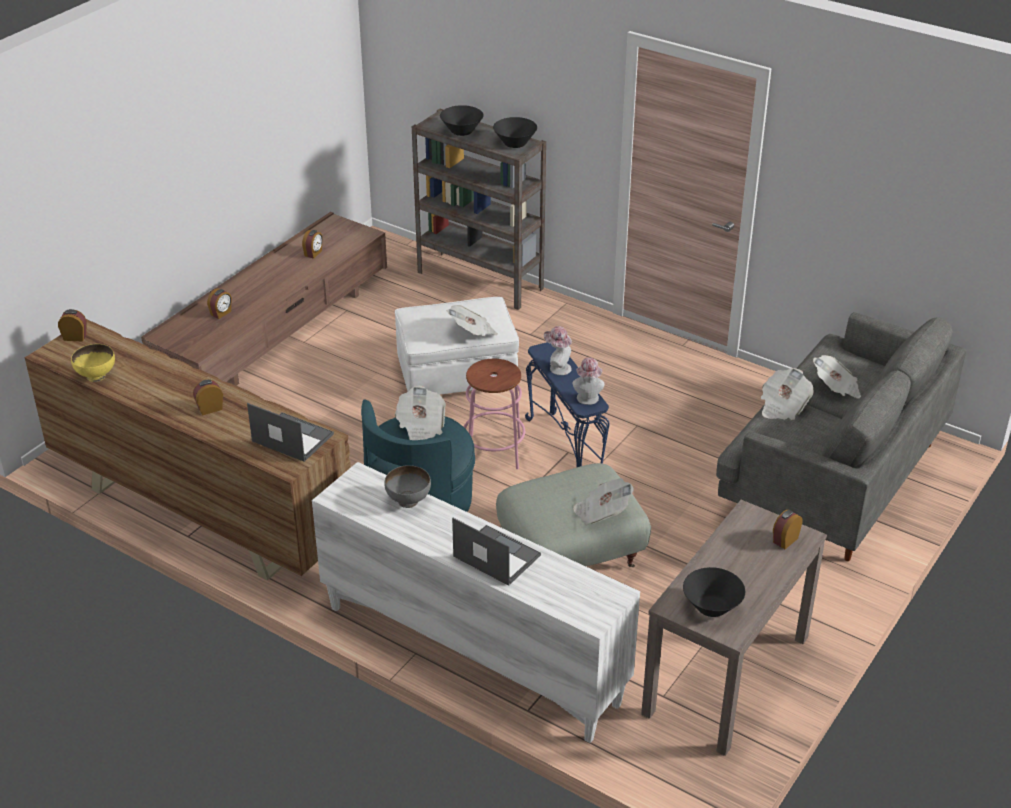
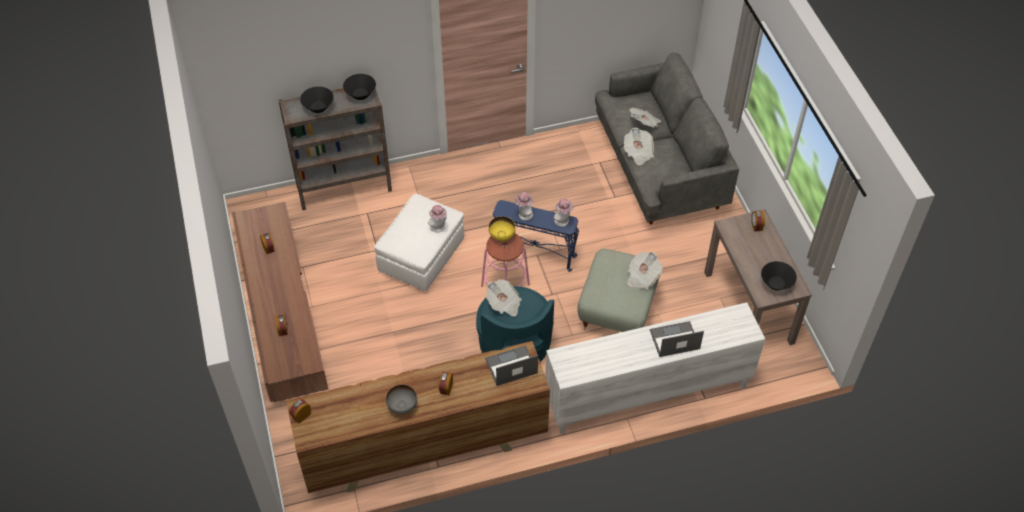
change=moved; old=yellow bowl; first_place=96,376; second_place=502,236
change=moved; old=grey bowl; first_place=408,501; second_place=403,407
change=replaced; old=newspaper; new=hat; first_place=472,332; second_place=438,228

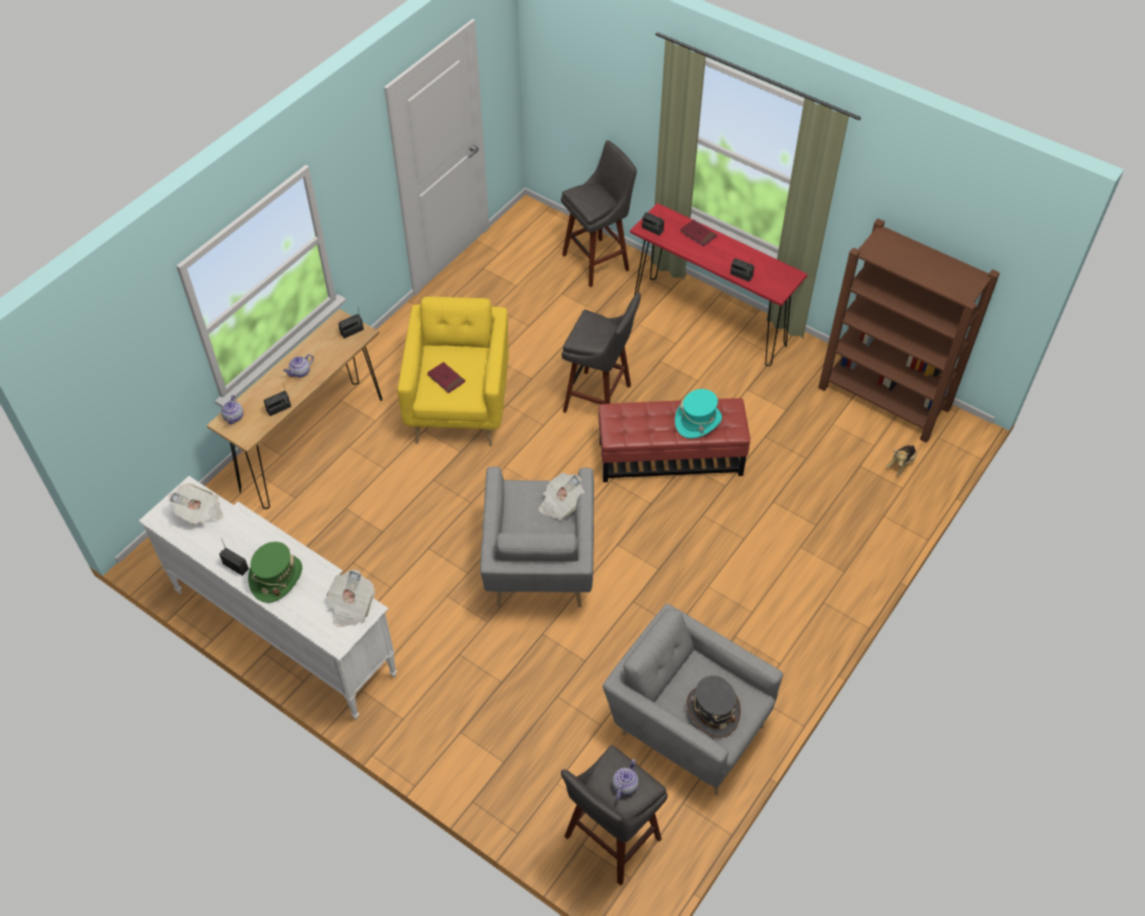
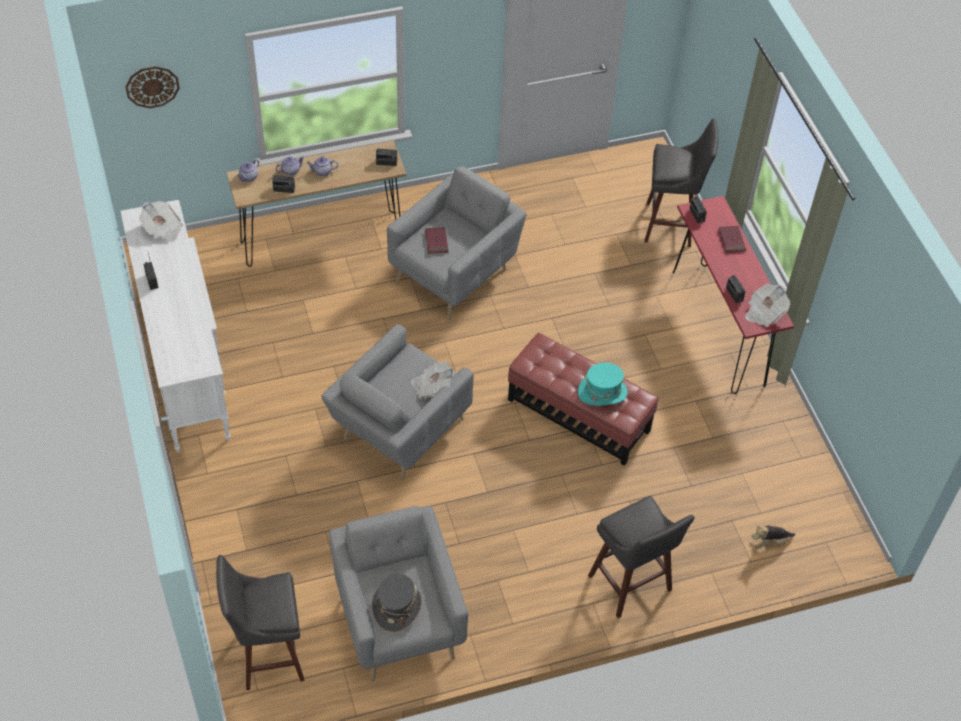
change=removed; old=green hat; first_place=276,578
change=removed; old=brown bookcase; first_place=884,398
change=added; new=wall clock; second_place=152,86
change=moved; old=newspaper; first_place=351,607; second_place=764,312
change=moved; old=grey stool; first_place=600,400; second_place=631,586
change=moved; old=teapot; first_place=624,785; second_place=291,170
change=recoloured; old=yellow armchair; new=grey armchair; first_place=460,403; second_place=455,273

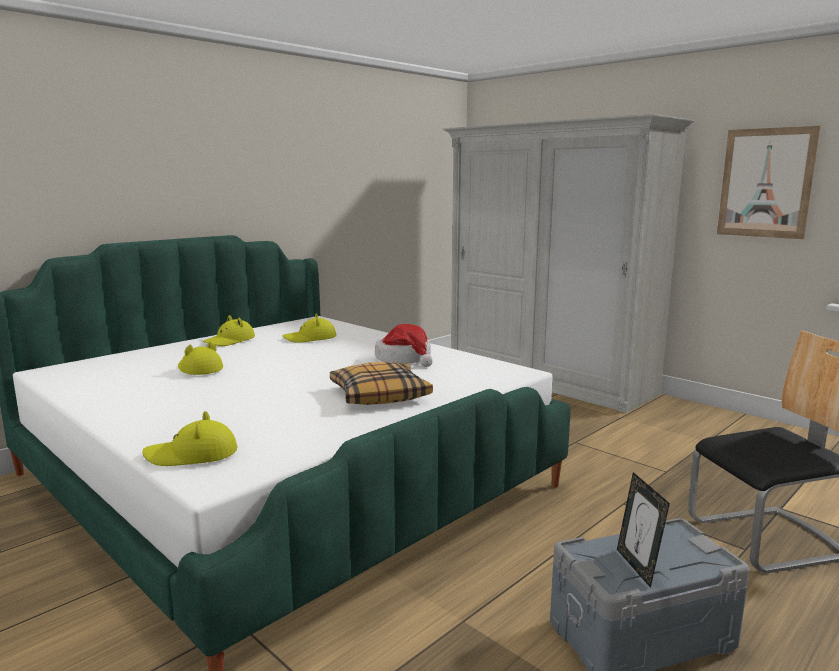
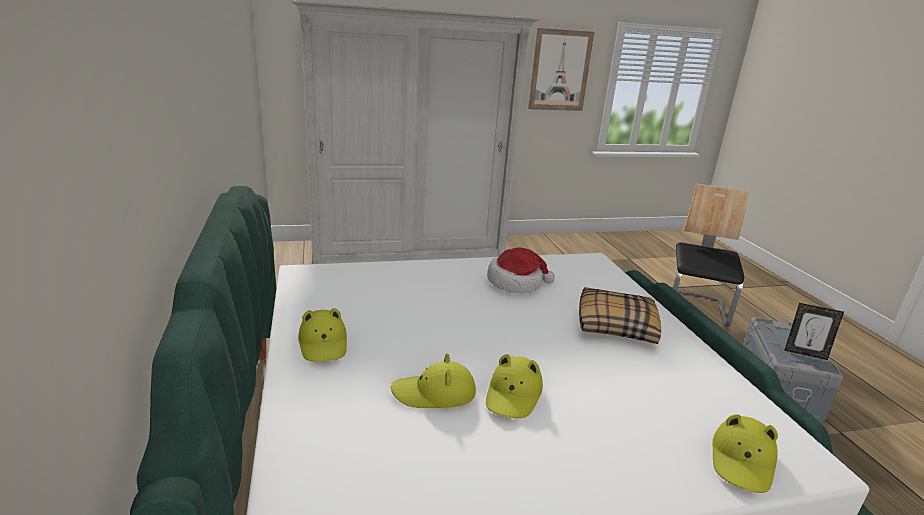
change=moved; old=yellow hat; first_place=310,338; second_place=513,394

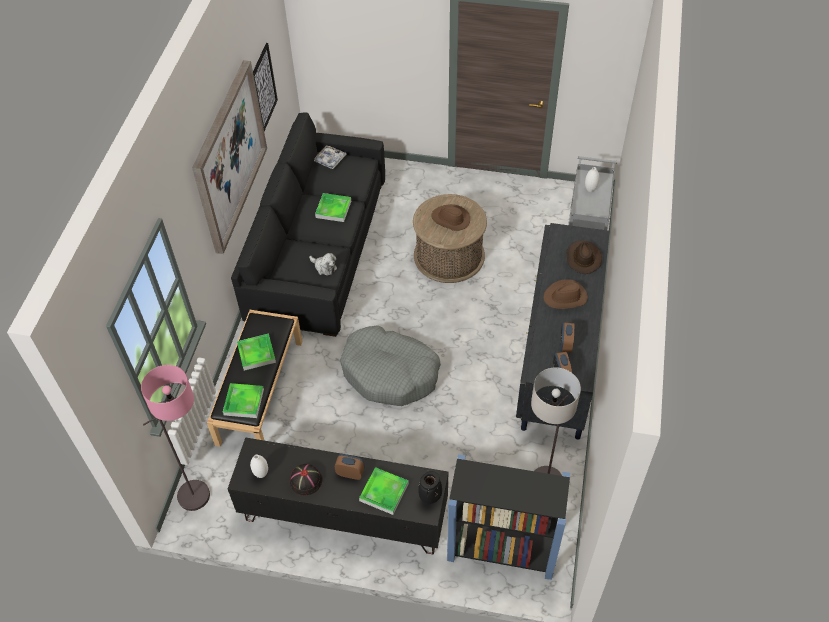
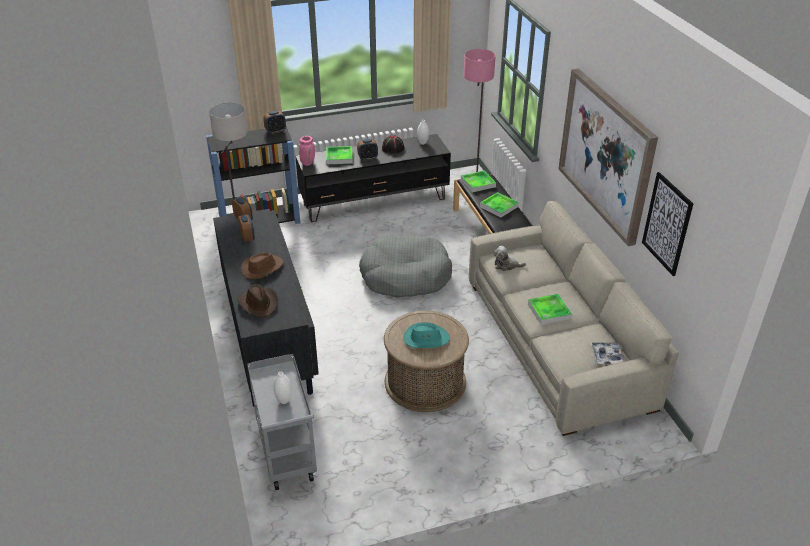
change=added; new=alarm clock; second_place=275,131
change=recoloured; old=black sofa; new=beige sofa; first_place=318,247; second_place=556,342
change=recoloured; old=black vase; new=pink vase; first_place=430,498; second_place=307,163
change=recoloured; old=brown hat; new=turquoise hat; first_place=450,219; second_place=425,339

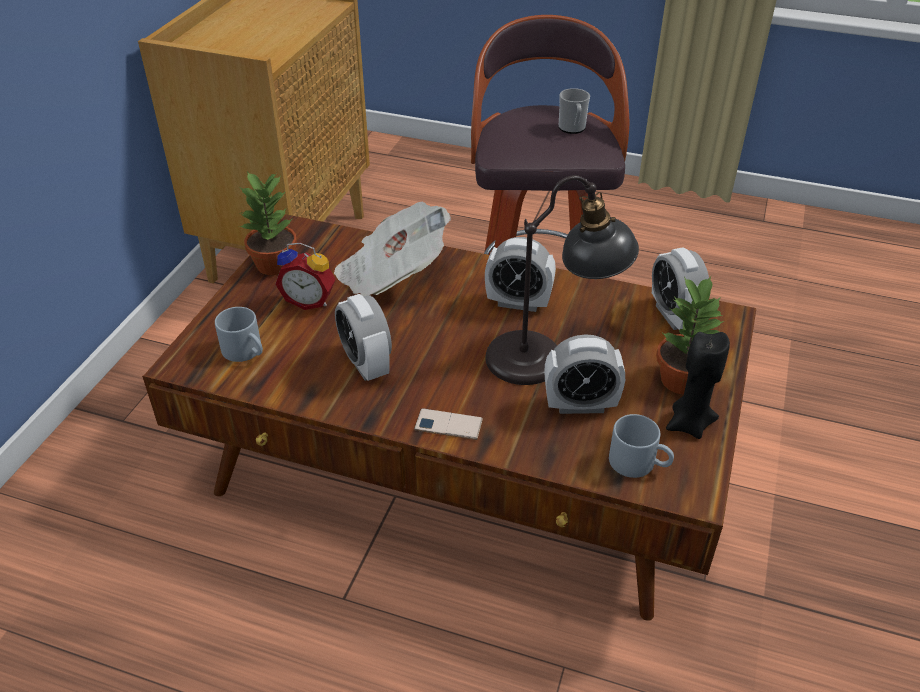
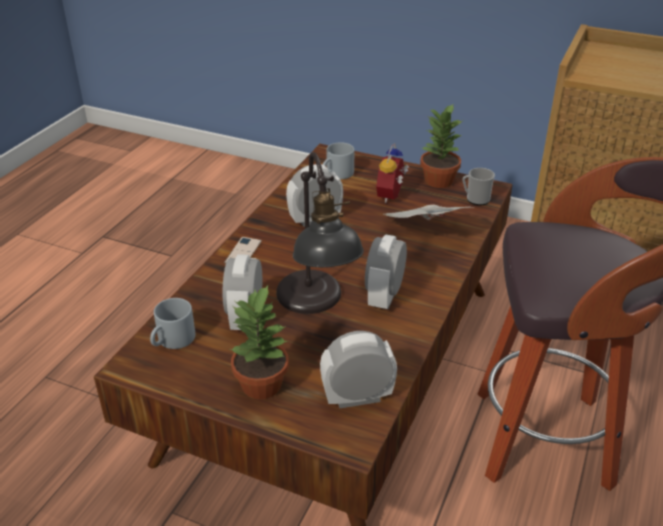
change=removed; old=black candle; first_place=689,424
change=moved; old=mug; first_place=572,129; second_place=475,199

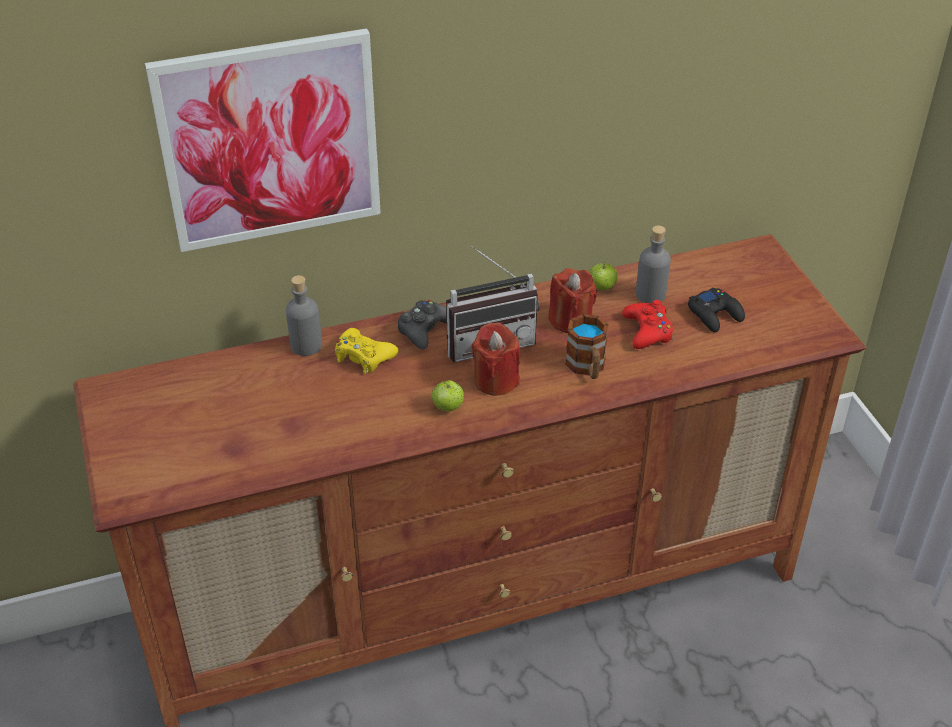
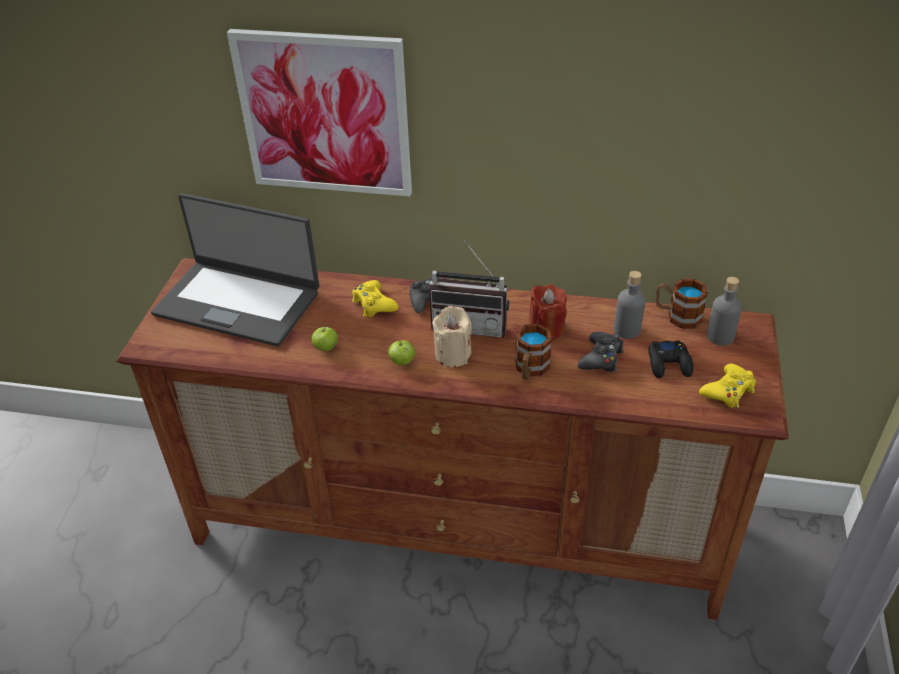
change=added; new=laptop; second_place=238,302
change=added; new=mug; second_place=677,316
change=added; new=yellow game controller; second_place=728,391
change=moved; old=grey bottle; first_place=306,345; second_place=720,336
change=moved; old=apple; first_place=602,287; second_place=326,348
change=recoloured; old=red candle; new=beige candle; first_place=496,380; second_place=453,354
change=recoloured; old=red game controller; new=black game controller; first_place=647,331; second_place=601,358

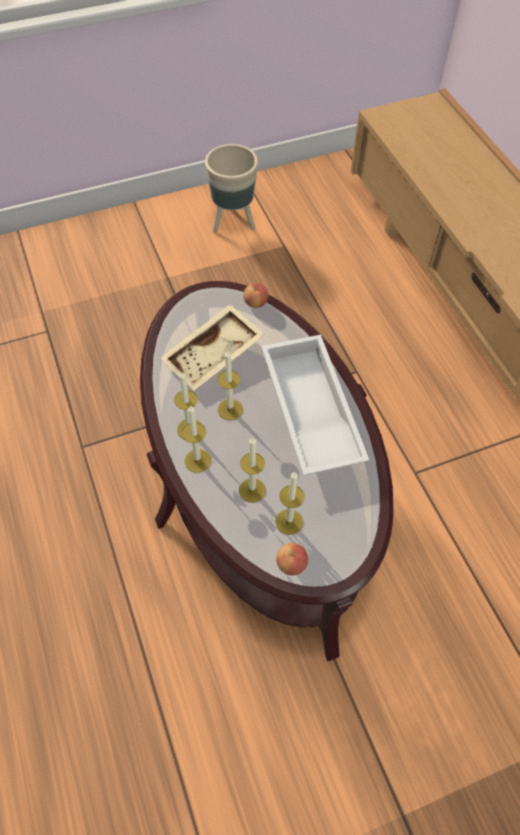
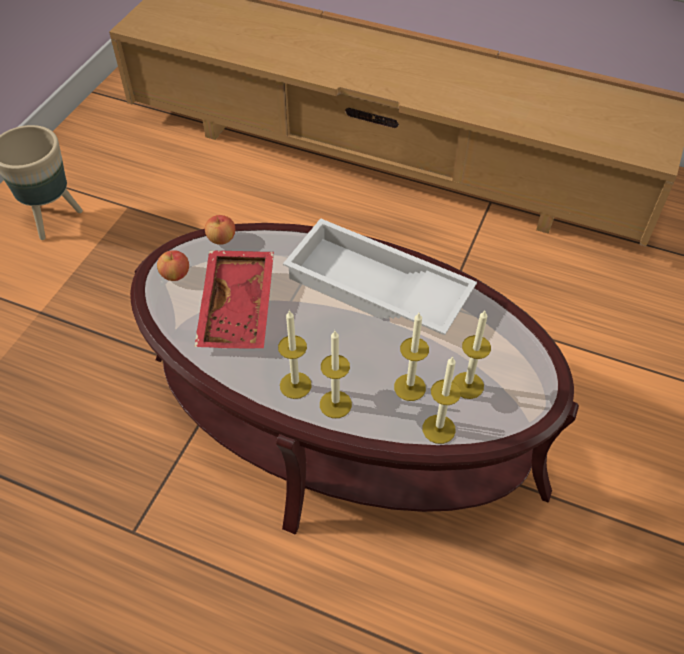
change=moved; old=candle; first_place=230,409; second_place=438,429
change=moved; old=apple; first_place=291,564; second_place=175,275
change=recoloured; old=beige tray; new=red tray; first_place=214,356; second_place=239,309

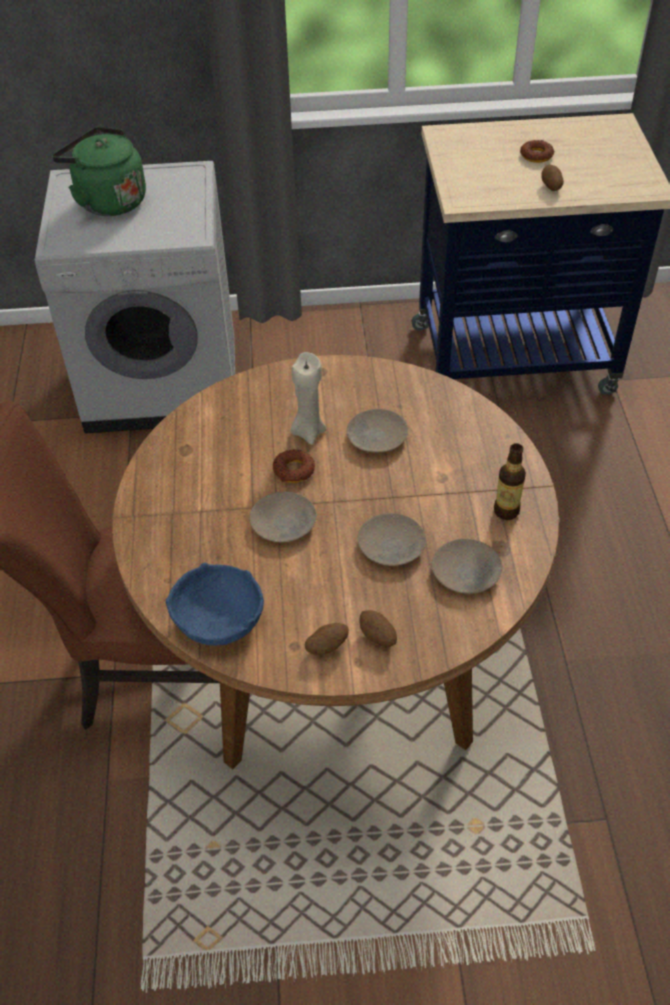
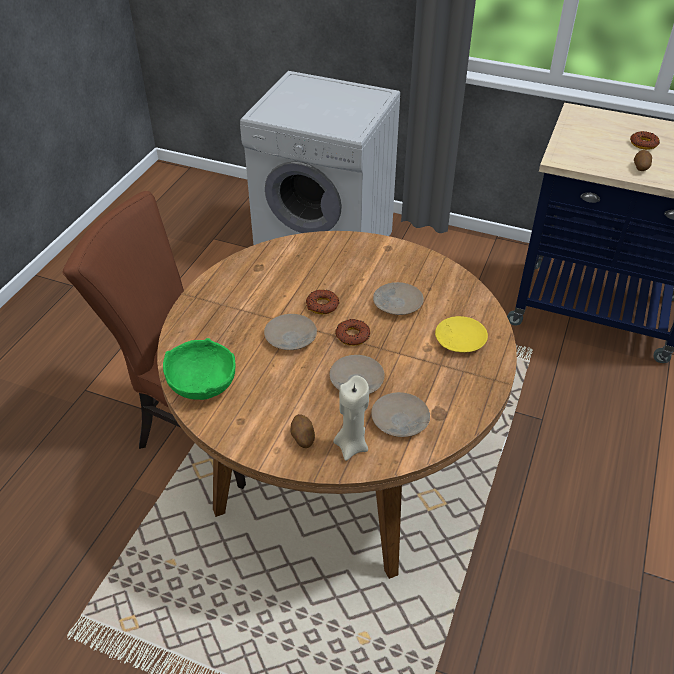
change=removed; old=green kettle; first_place=108,201
change=removed; old=potato; first_place=327,646
change=removed; old=bottle; first_place=506,511
change=added; new=donut; second_place=352,336
change=added; new=yellow plate; second_place=459,340
change=moved; old=beige candle; first_place=308,431; second_place=351,446
change=recoloured; old=blue bowl; new=green bowl; first_place=219,621; second_place=202,384

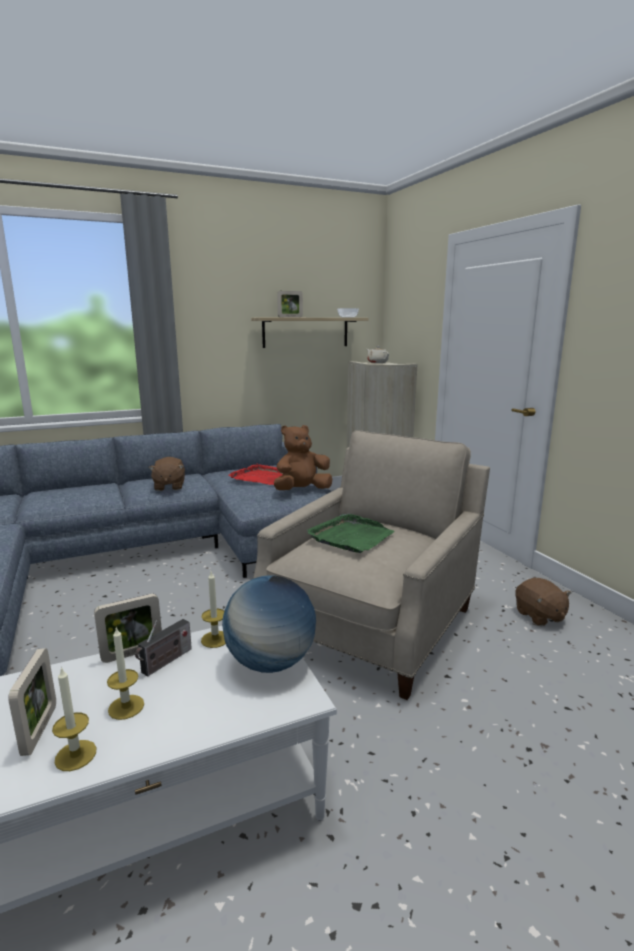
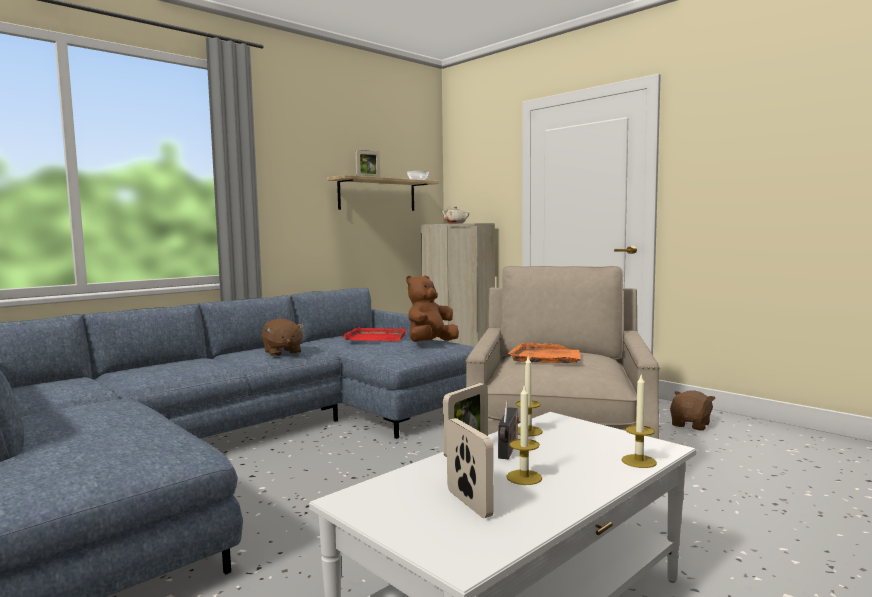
change=removed; old=globe; first_place=270,662
change=moved; old=candle; first_place=75,755; second_place=639,461
change=recoloured; old=green tray; new=orange tray; first_place=351,537; second_place=546,357
change=turned; old=brown plush toy; first_place=539,616; second_place=691,425; degrees=-105

